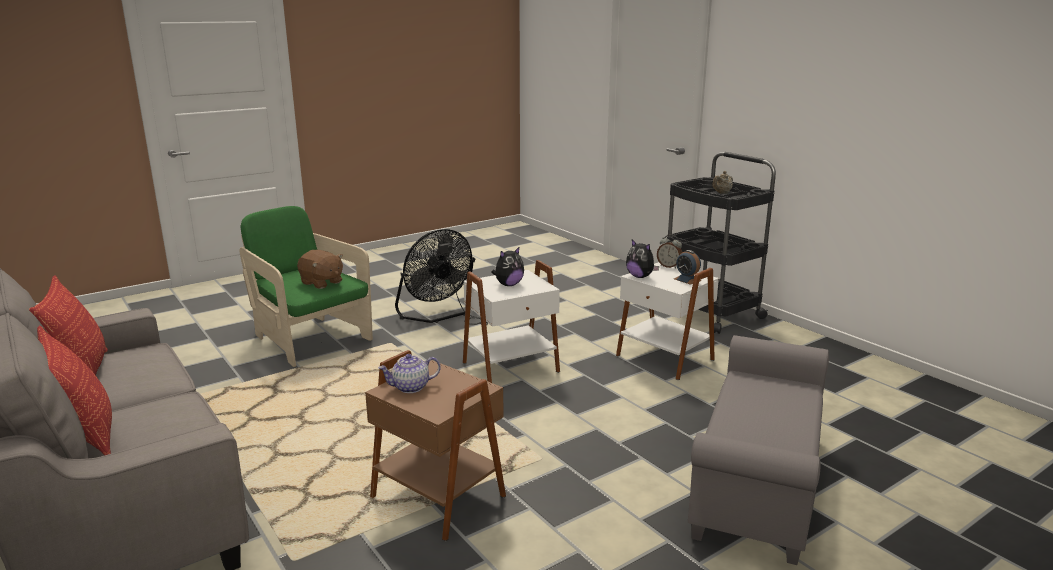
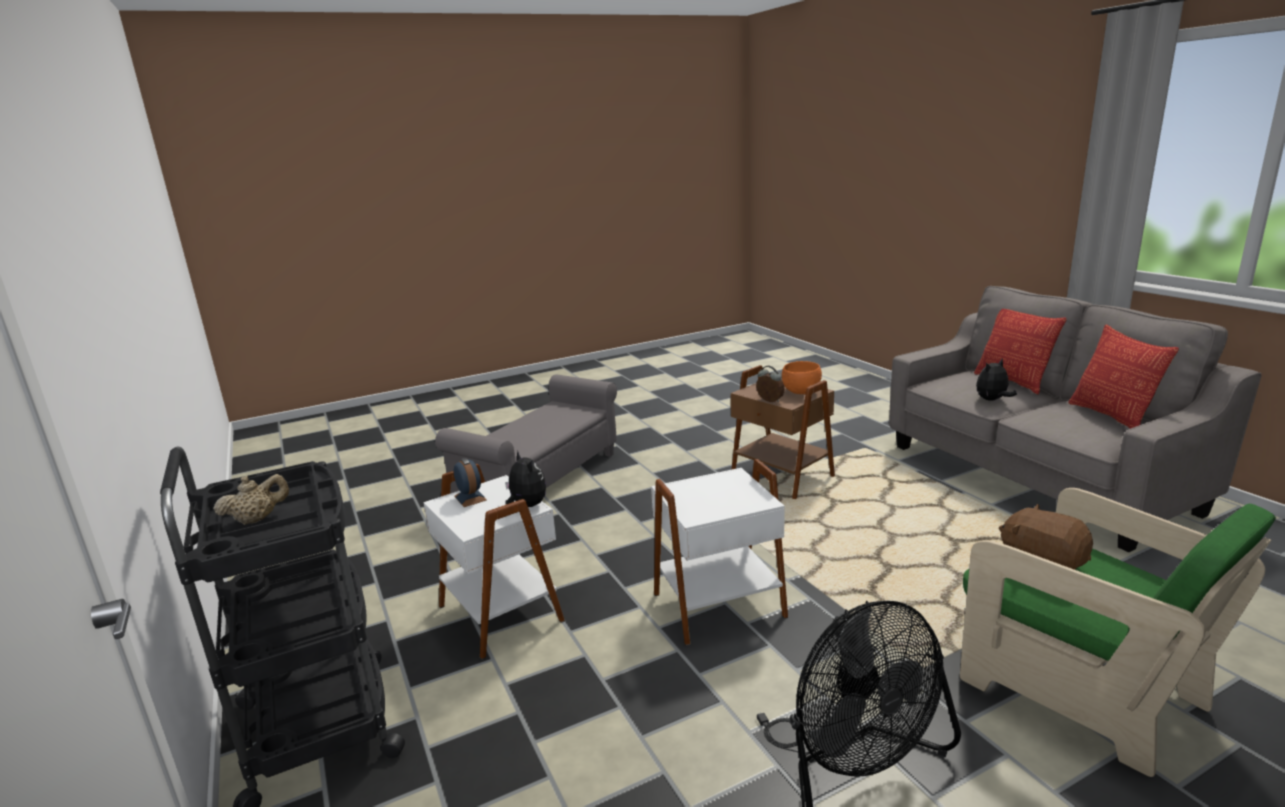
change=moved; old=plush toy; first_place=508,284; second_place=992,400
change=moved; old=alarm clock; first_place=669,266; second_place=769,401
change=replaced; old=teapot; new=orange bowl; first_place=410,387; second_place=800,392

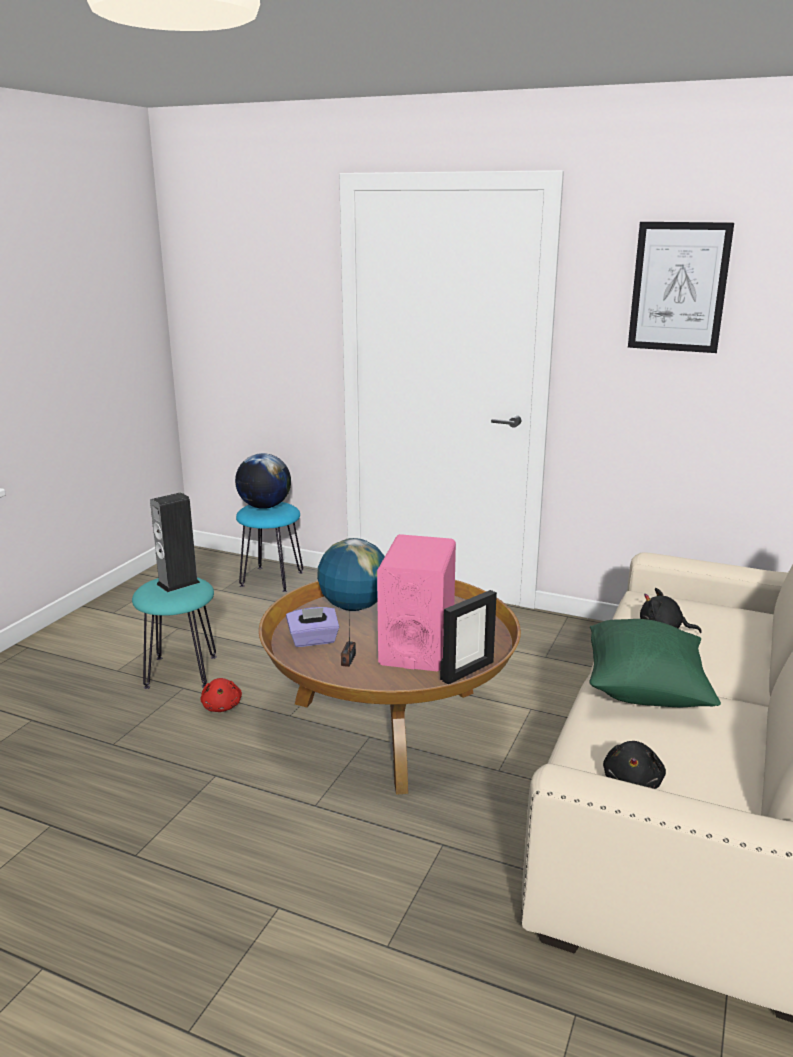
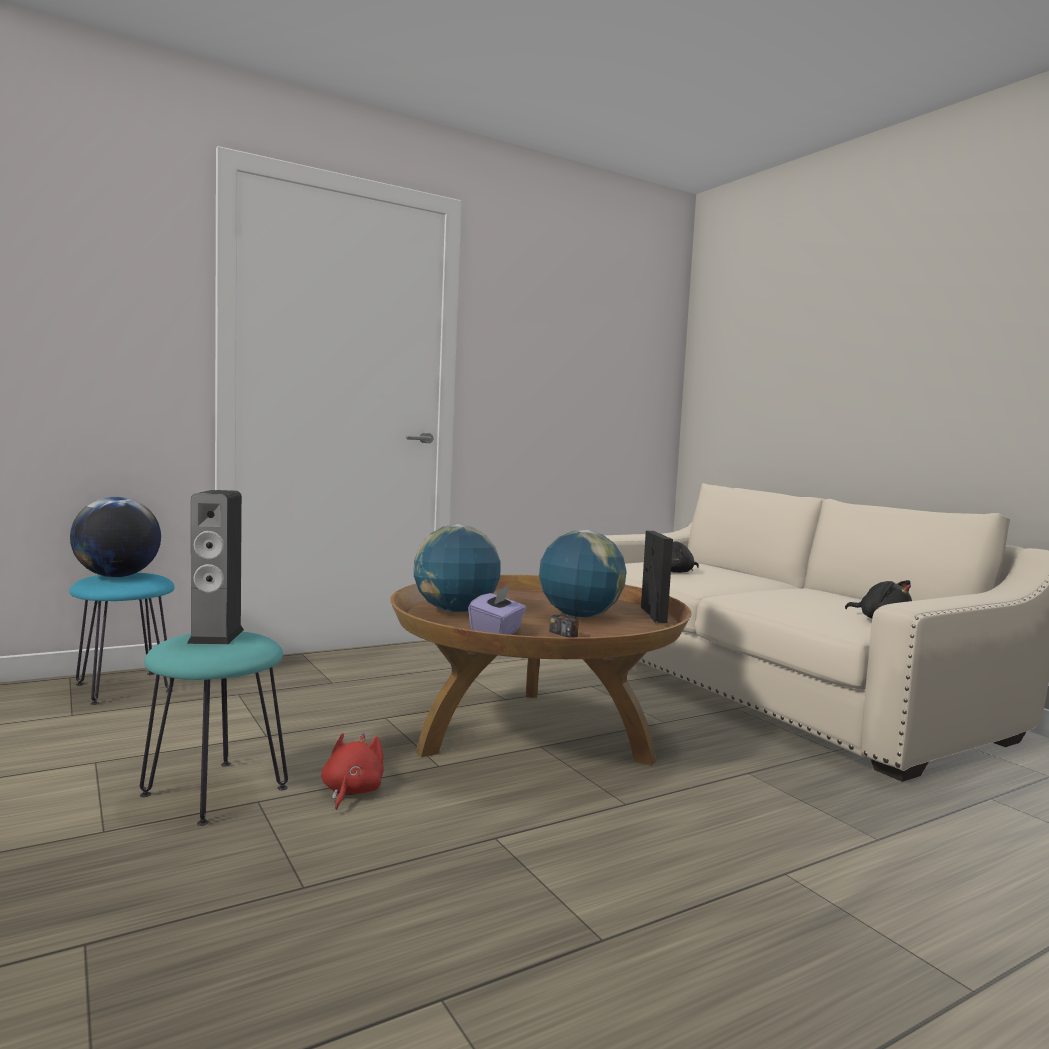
change=removed; old=green pillow; first_place=644,691
change=removed; old=picture; first_place=678,287
change=replaced; old=pink speaker; new=globe; first_place=417,647; second_place=579,616
change=turned; old=red plush toy; first_place=222,706; second_place=351,792; degrees=-105

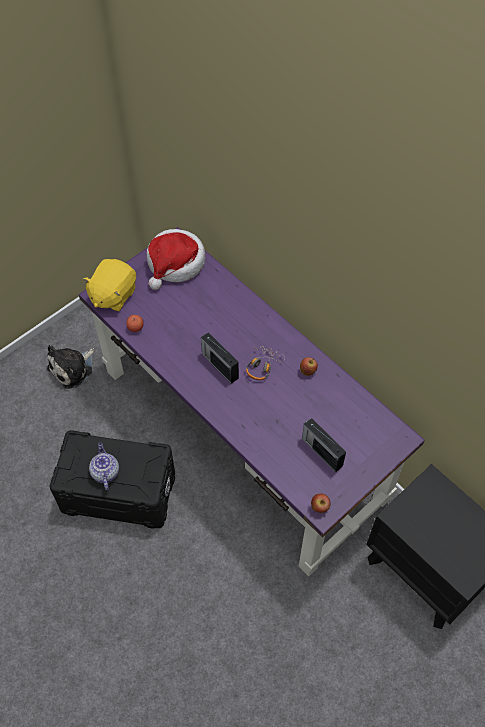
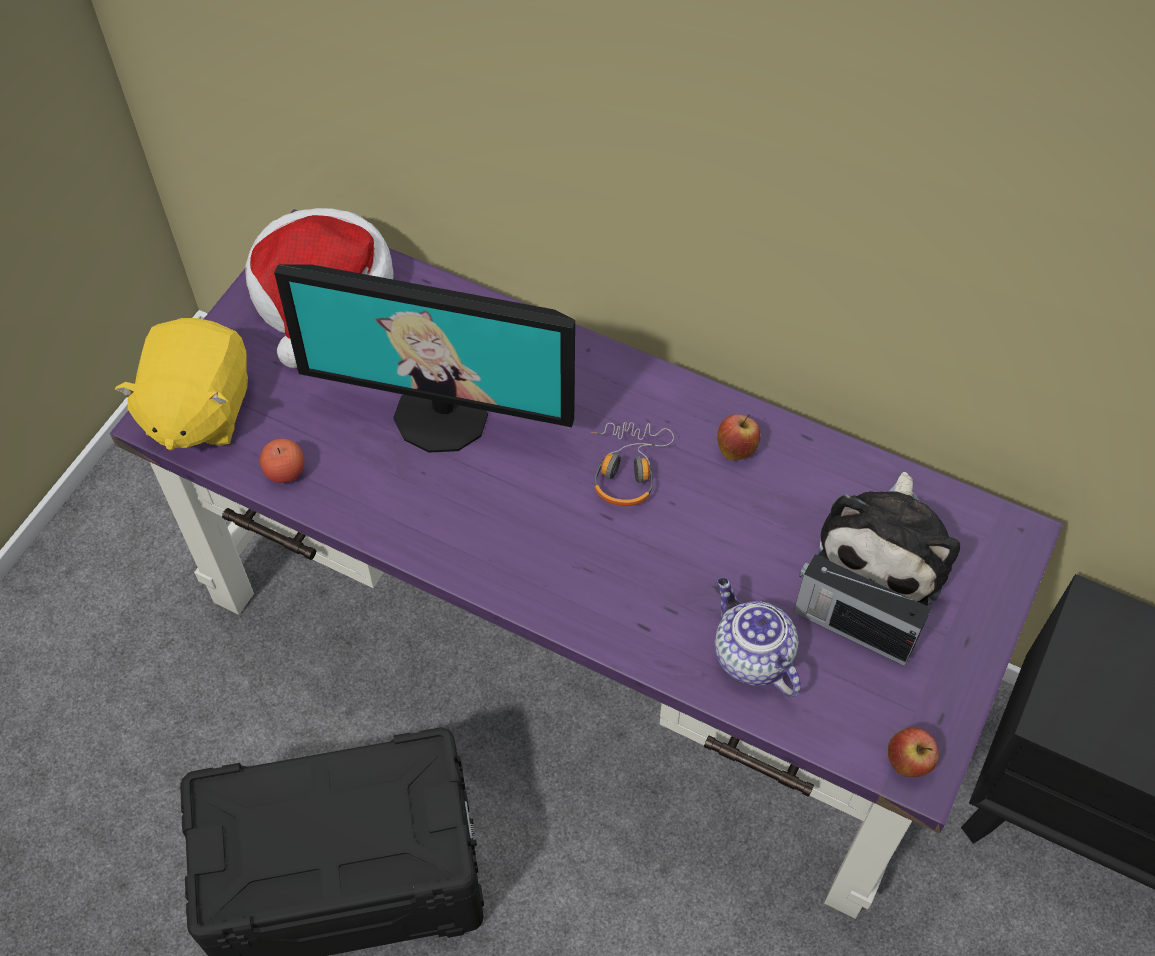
change=removed; old=radio; first_place=219,365
change=added; new=monitor; second_place=442,415
change=moved; old=plush toy; first_place=73,368; second_place=887,549
change=moved; old=teapot; first_place=105,472; second_place=750,655

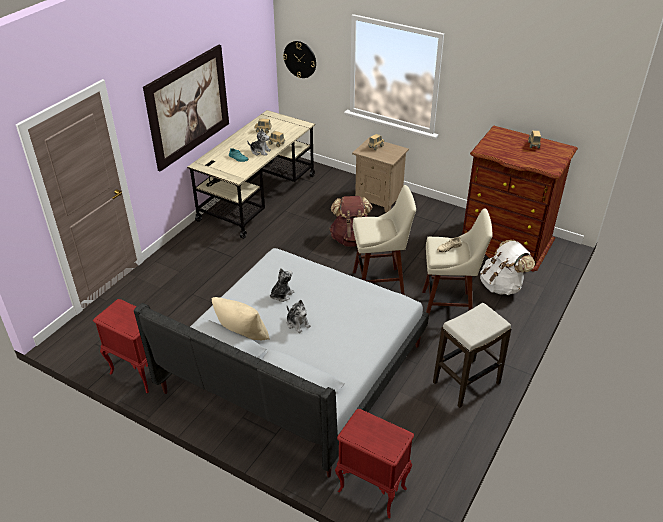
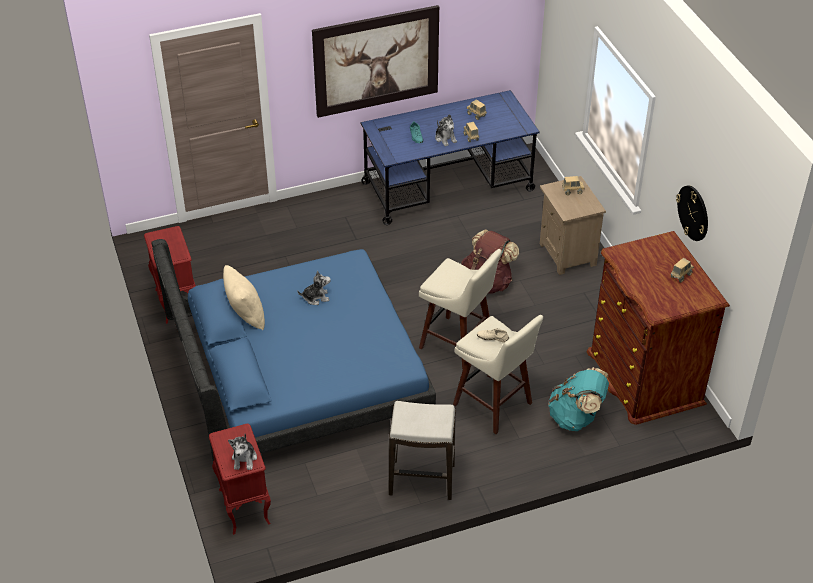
change=moved; old=wall clock; first_place=300,59; second_place=693,213
change=moved; old=plush toy; first_place=297,323; second_place=244,459
change=recoloured; old=grey bed; new=blue bed; first_place=295,368; second_place=296,374
change=recoloured; old=beige desk; new=blue desk; first_place=257,197; second_place=447,187
change=recoloured; old=white backpack; new=turquoise backpack; first_place=502,286; second_place=576,417

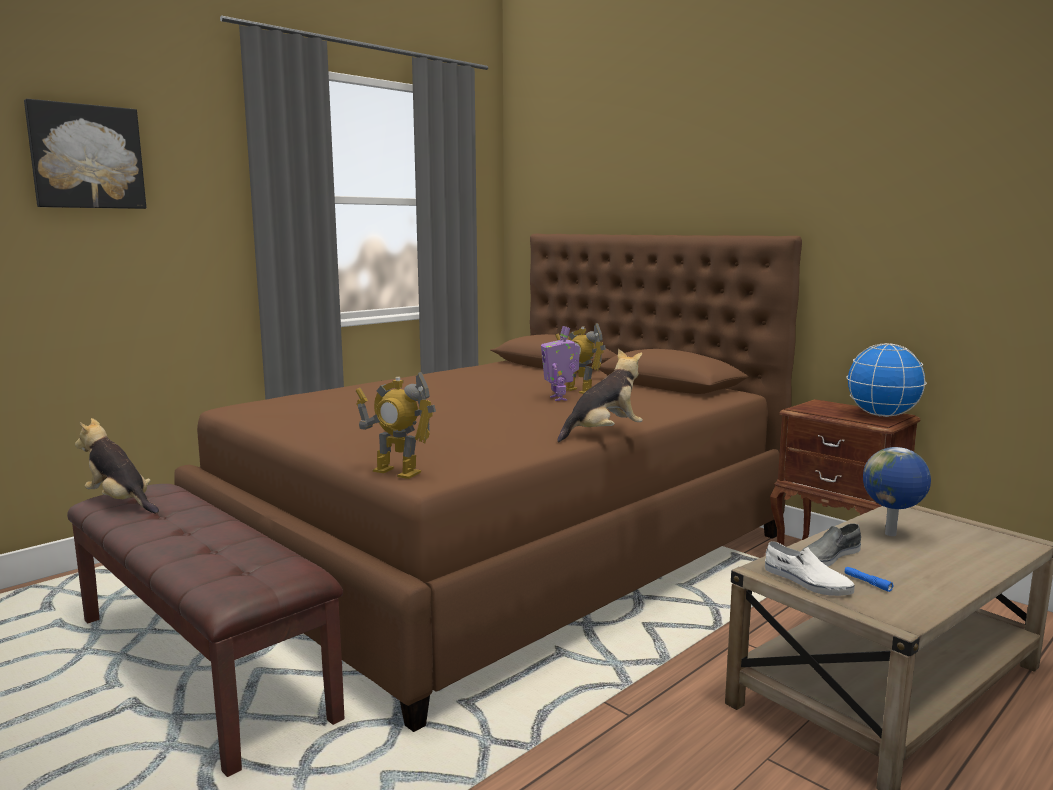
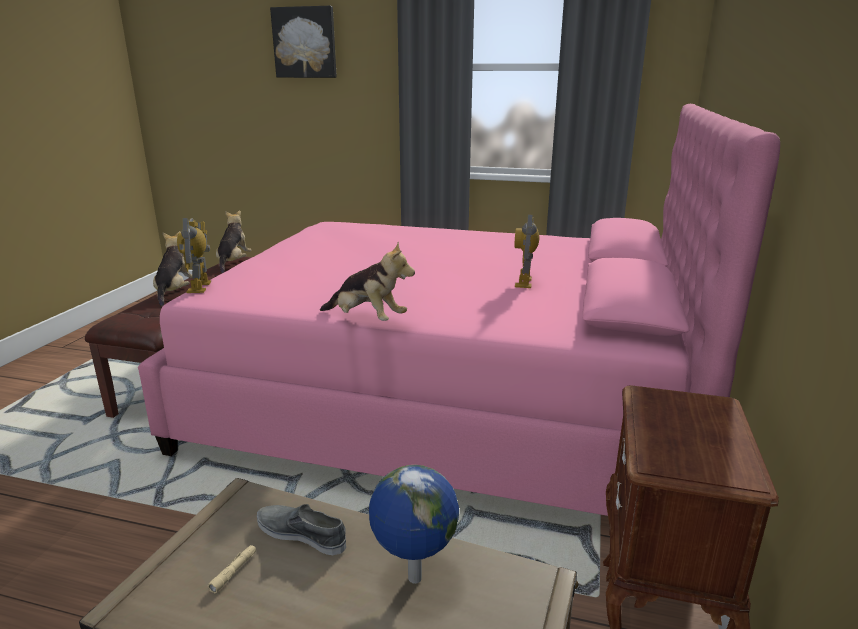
change=removed; old=toy robot; first_place=560,398
change=removed; old=white shoe; first_place=806,581
change=removed; old=globe; first_place=882,415
change=added; new=plush toy; second_place=175,292
change=recoloured; old=brown bed; new=pink bed; first_place=499,551; second_place=446,399
change=recoloured; old=blue flashlight; new=beige flashlight; first_place=867,583; second_place=233,572

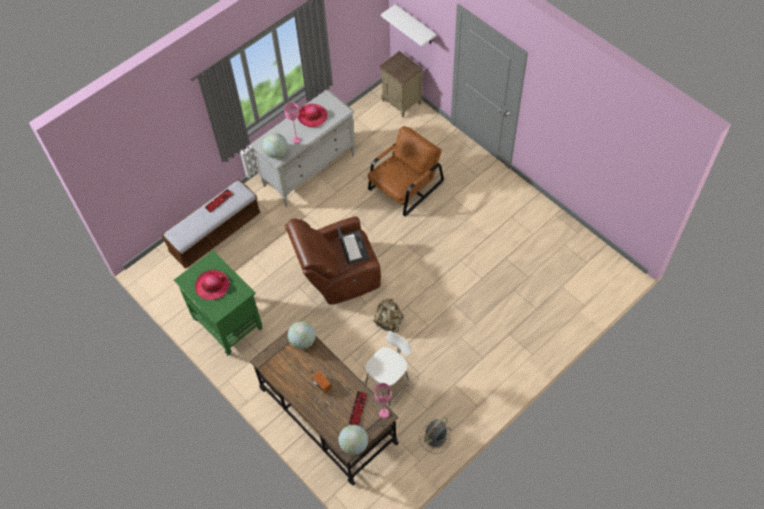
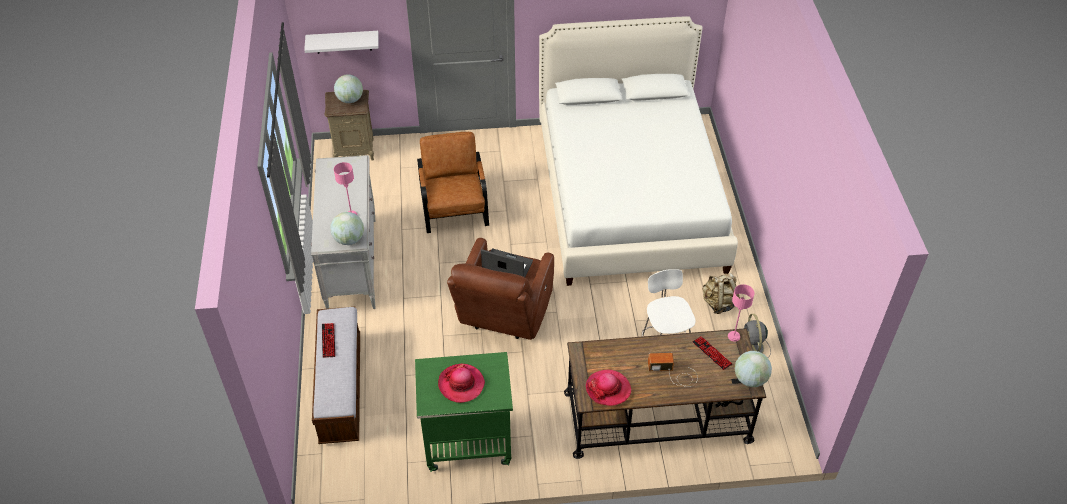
change=added; new=white bed; second_place=630,196
change=moved; old=globe; first_place=303,341; second_place=350,99
change=moved; old=hat; first_place=312,116; second_place=608,389
change=moved; old=beige backpack; first_place=389,321; second_place=719,303

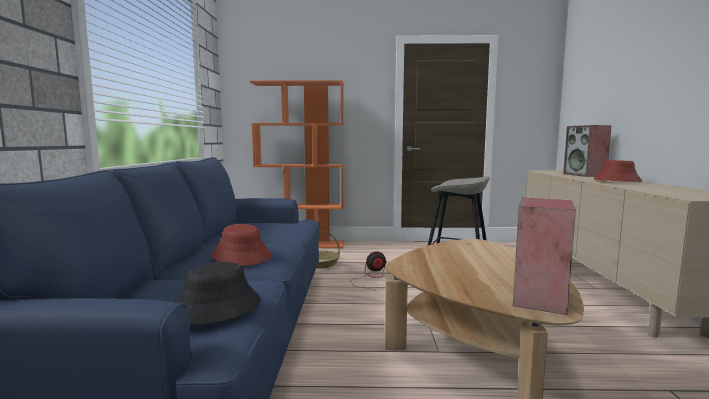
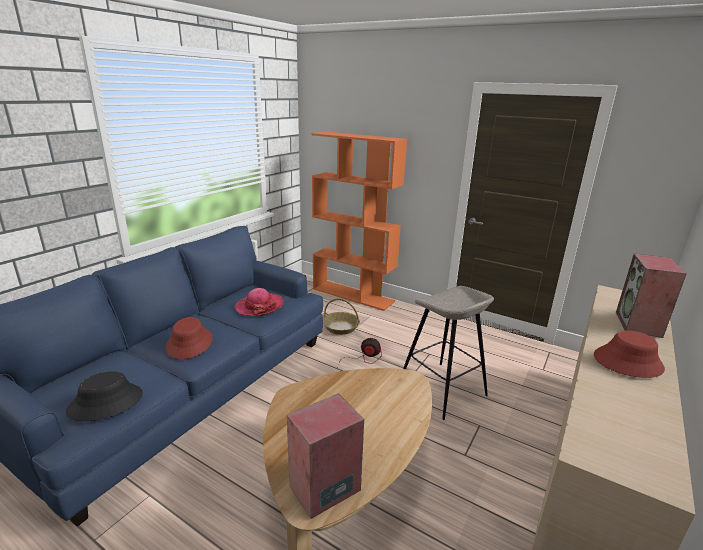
change=added; new=hat; second_place=259,306

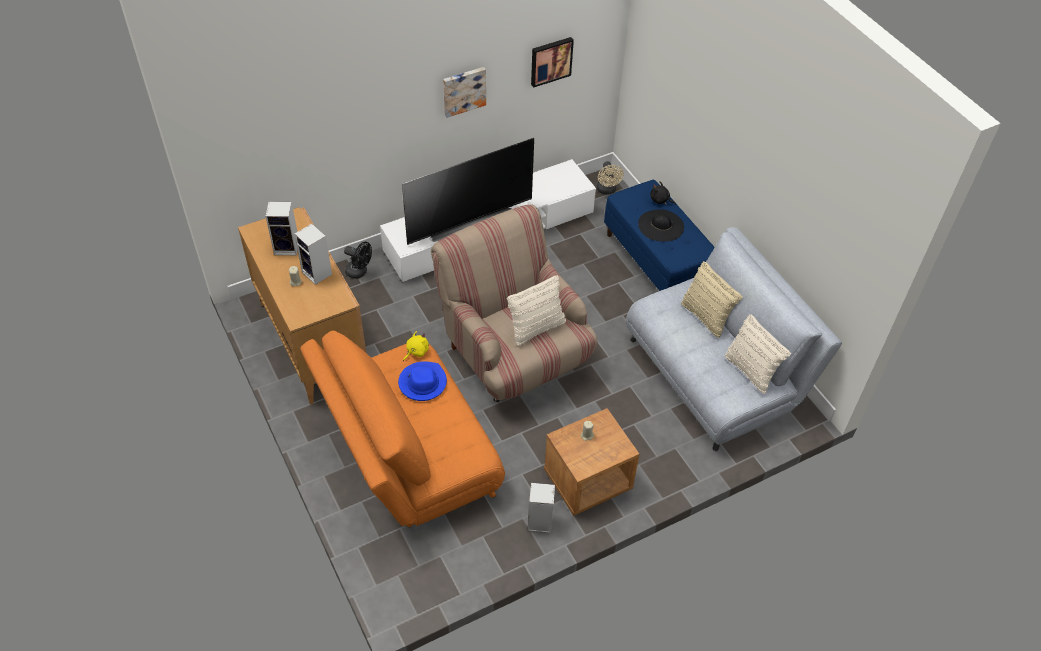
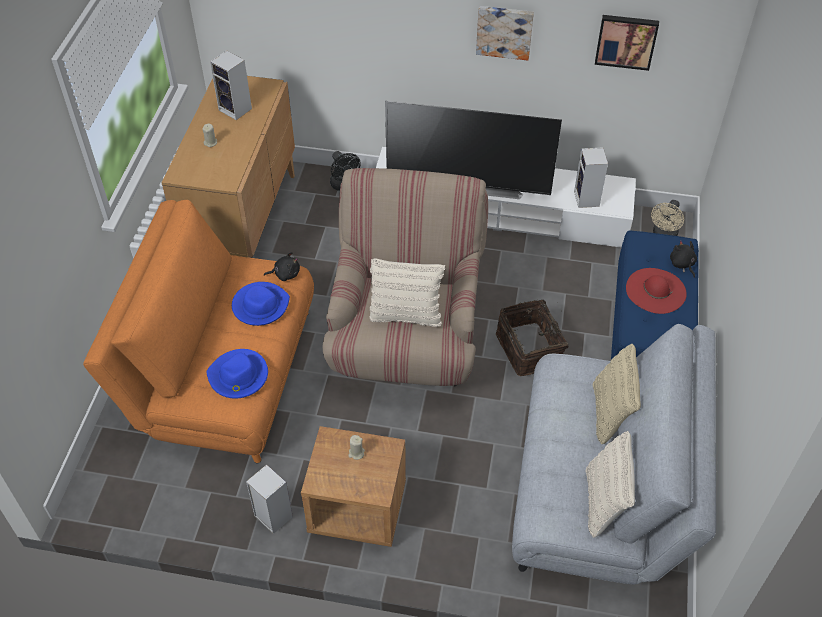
change=added; new=blue hat; second_place=238,376
change=added; new=basket; second_place=530,349
change=moved; old=speaker; first_place=318,273; second_place=587,199
change=recoloured; old=yellow plush toy; new=black plush toy; first_place=416,351; second_place=285,274
change=recoloured; old=black hat; new=red hat; first_place=661,225; second_place=655,290

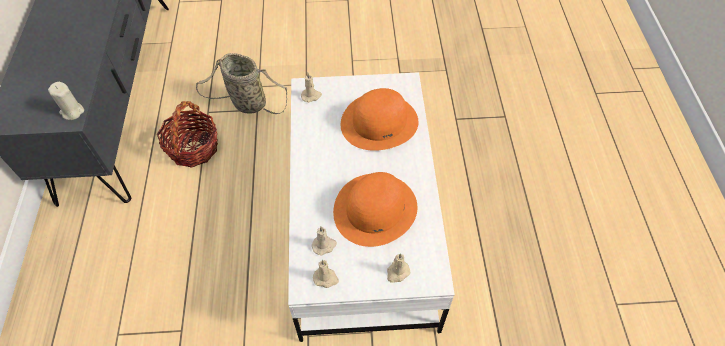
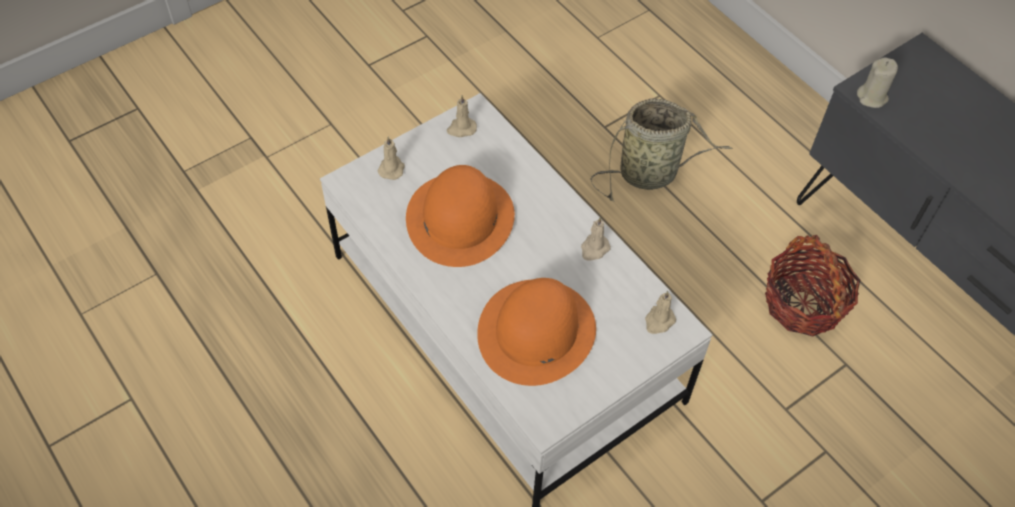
change=moved; old=basket; first_place=246,103; second_place=651,173
change=moved; old=beige candle; first_place=324,245; second_place=594,249

